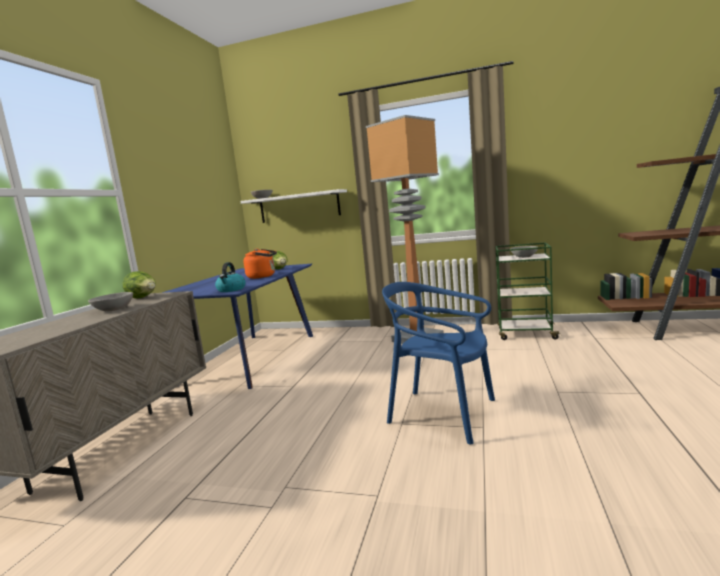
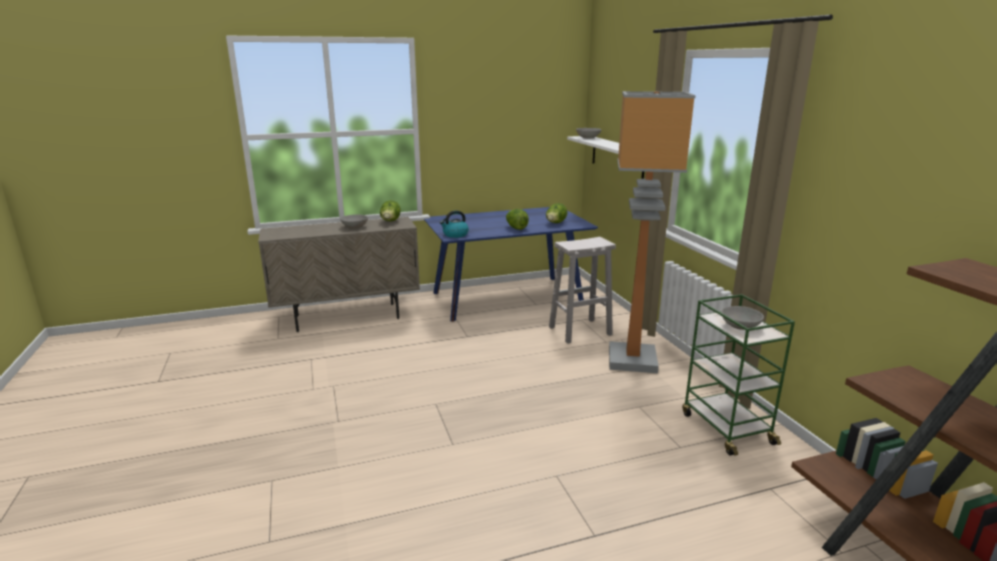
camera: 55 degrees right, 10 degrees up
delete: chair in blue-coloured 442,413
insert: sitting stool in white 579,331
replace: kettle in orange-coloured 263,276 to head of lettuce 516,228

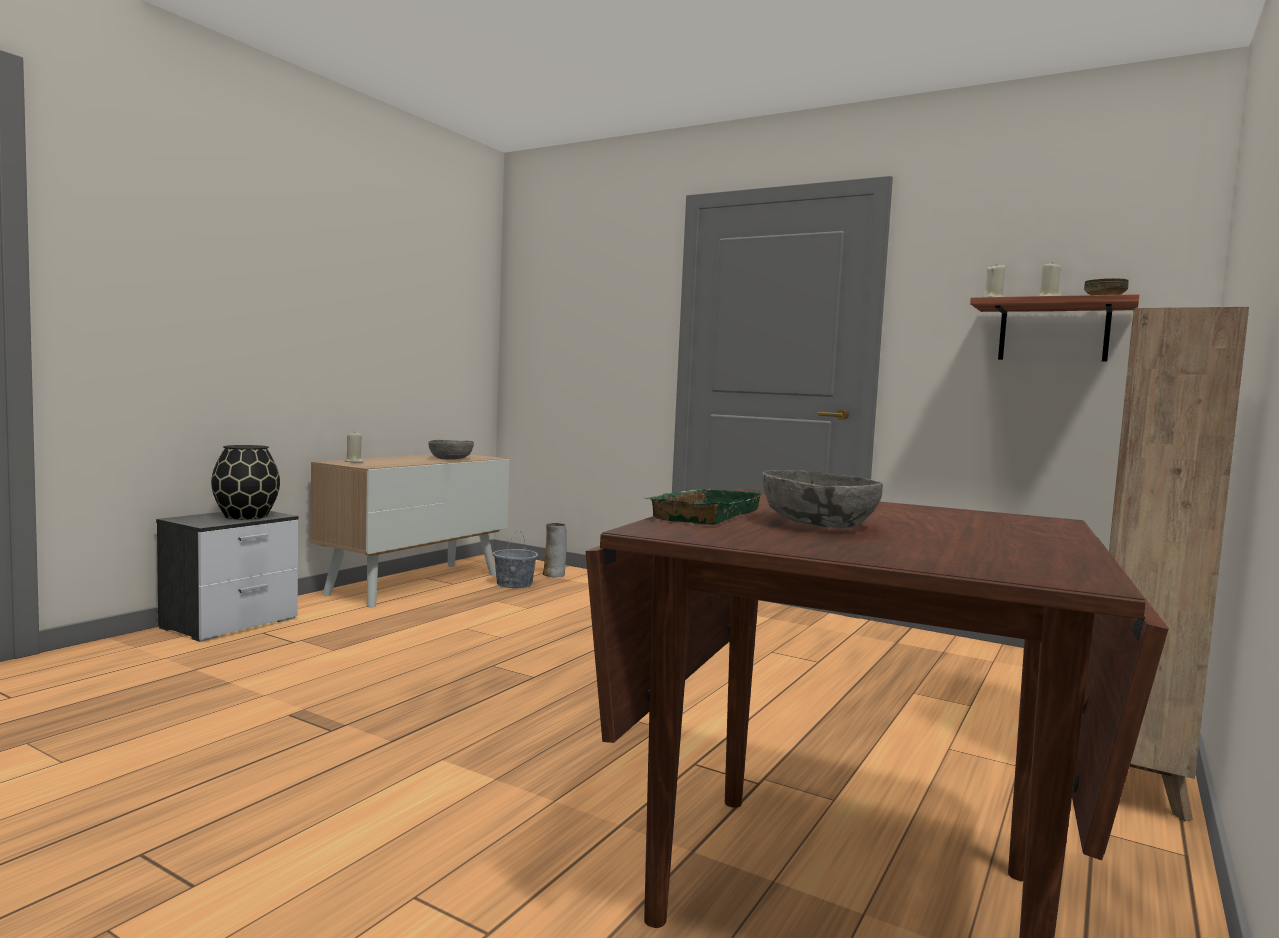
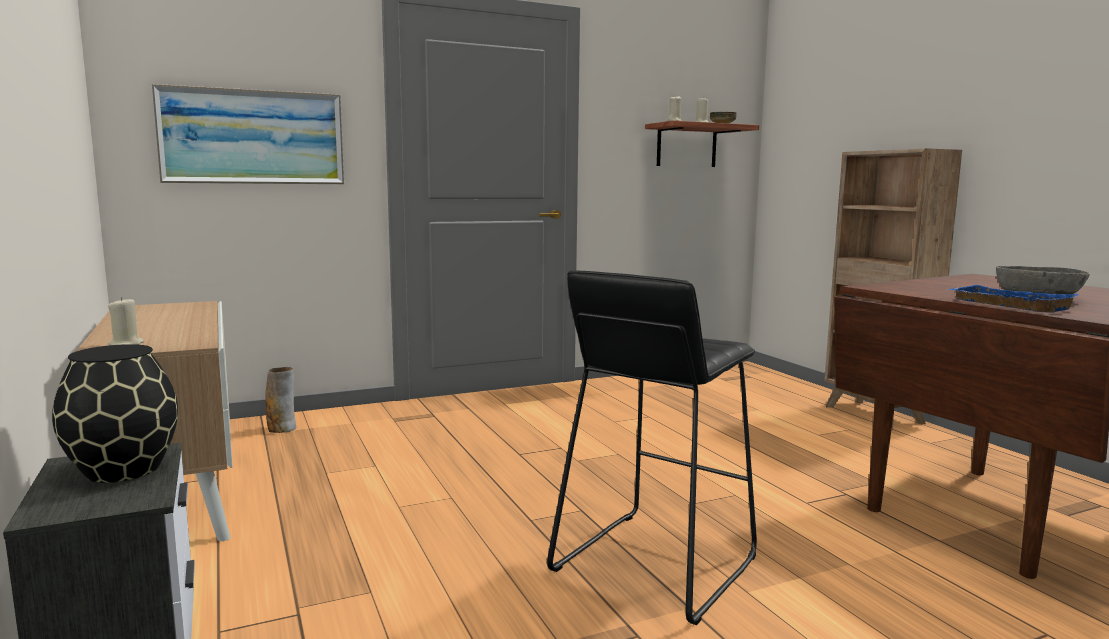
camera: 55 degrees left, 5 degrees up
delete: serving bowl in greyish 450,459; pail in greyish 514,584
insert: wall picture 253,137; sitting stool in black 653,563
recolor: serving tray in green-coloured 703,514 to serving tray in blue-coloured 1006,305

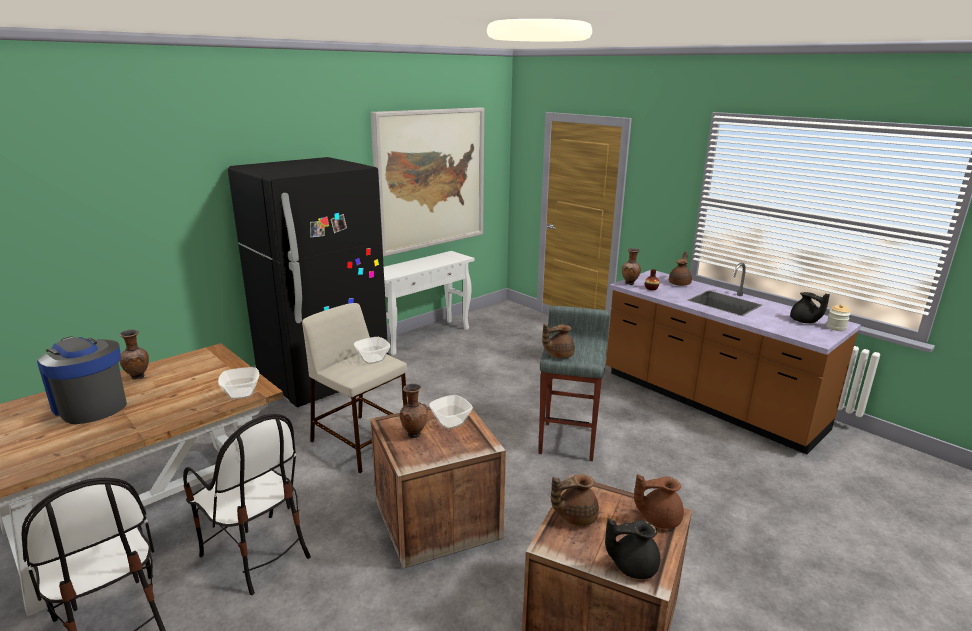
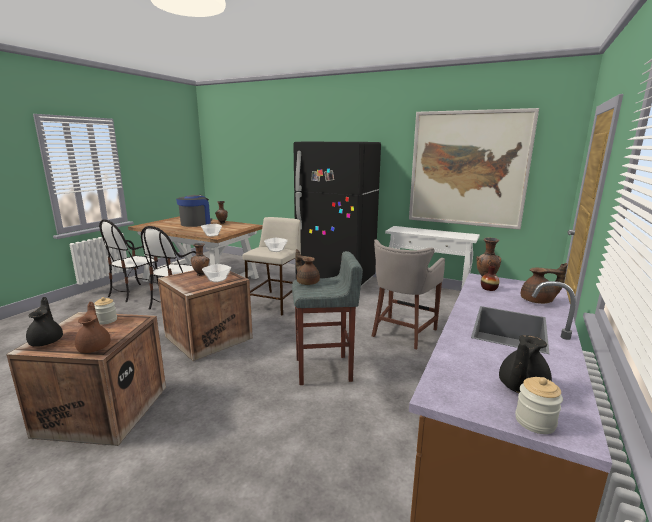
camera: 70 degrees right, 5 degrees down
insert: sitting stool in greyish 402,333
replace: teapot in brown-coloured 574,516 to jar 107,320

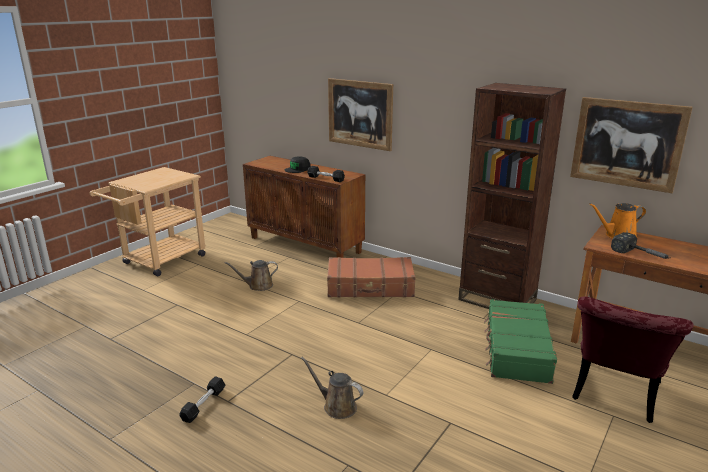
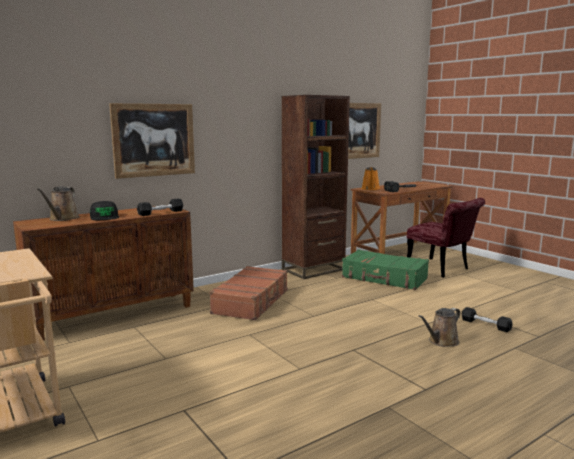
camera: 70 degrees left, 10 degrees down
move: sprinkling can in brown-coloured 258,286 to 62,218; hand weight in black 203,405 to 485,325

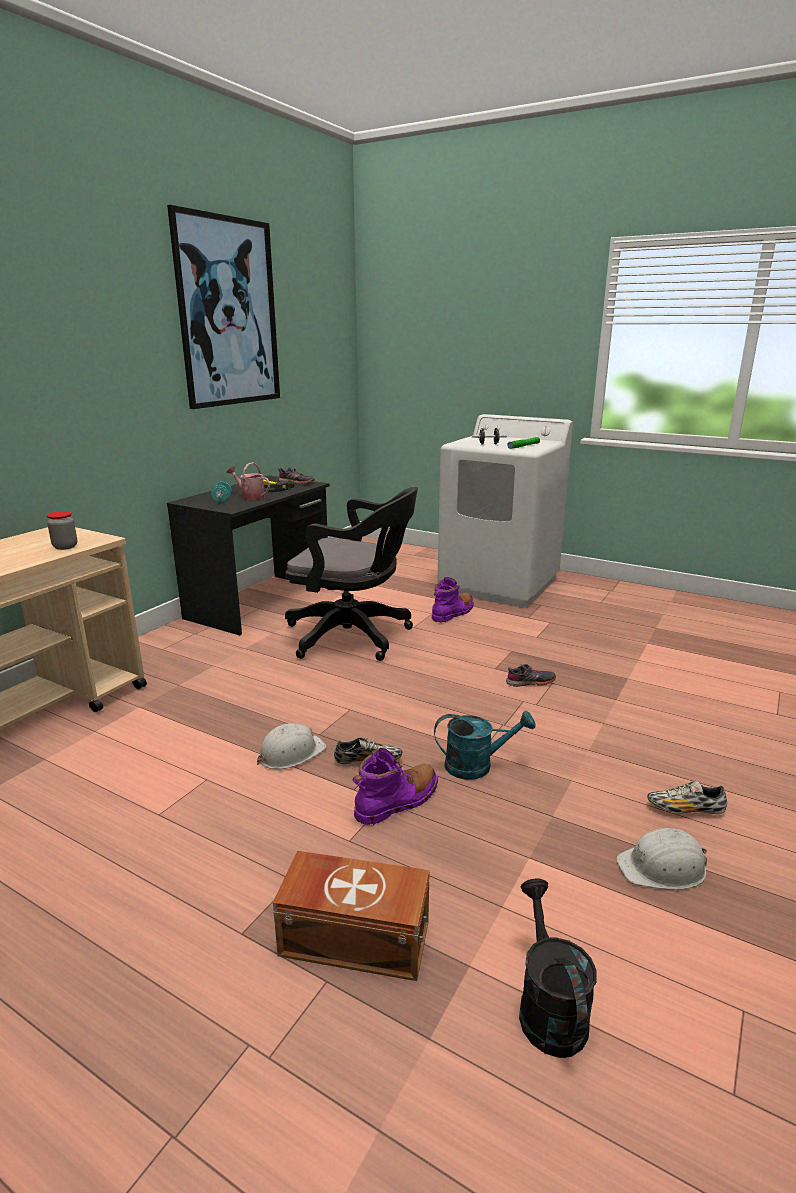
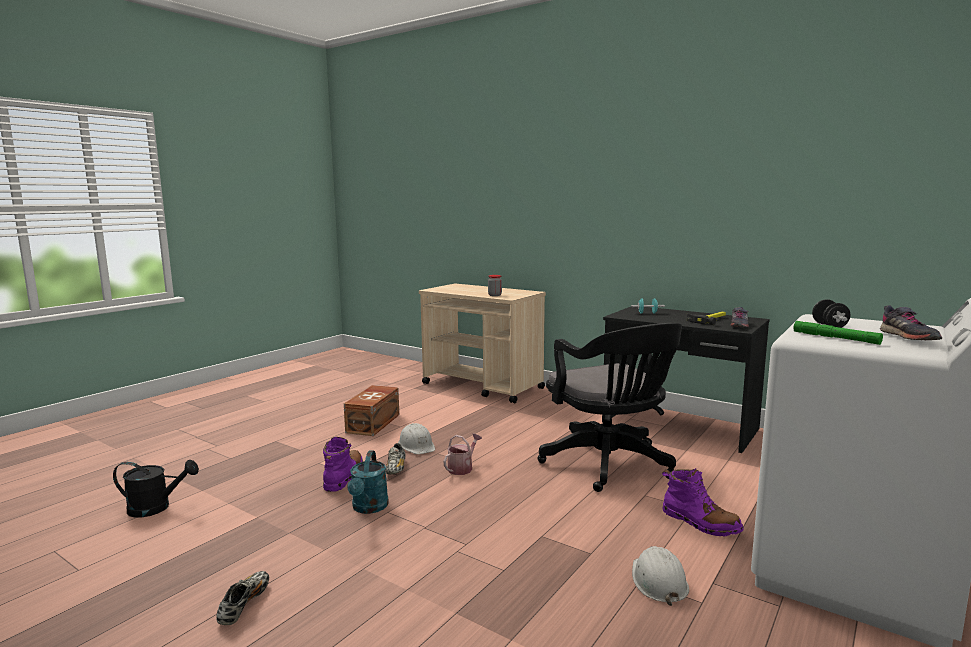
camera: 95 degrees right, 10 degrees down
delete: wall picture 228,313
move: storage bin in brown-coloured 353,936 to 374,423; sprinkling can 250,496 to 462,468; hard hat in white 663,868 to 658,581; low shoe in greyish 530,682 to 908,337
rotate: tall boot in purplish 397,802 = 344,477 135 degrees counterclockwise; computer chair in black 354,636 = 610,465 45 degrees counterclockwise

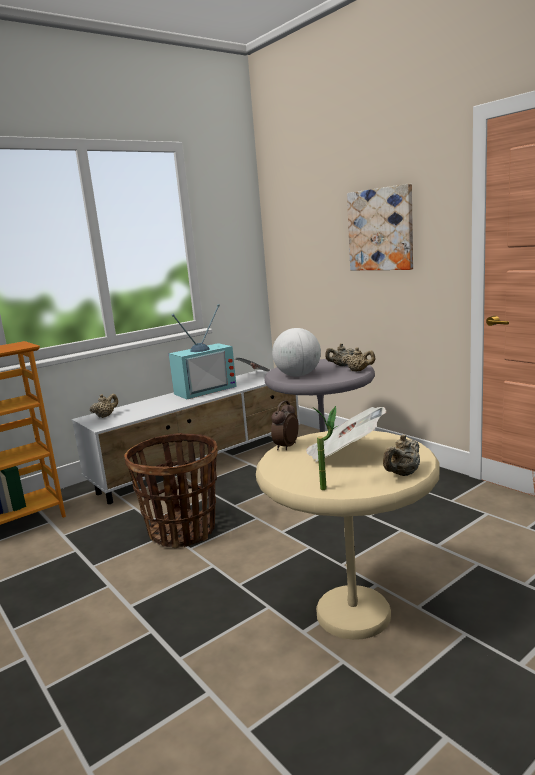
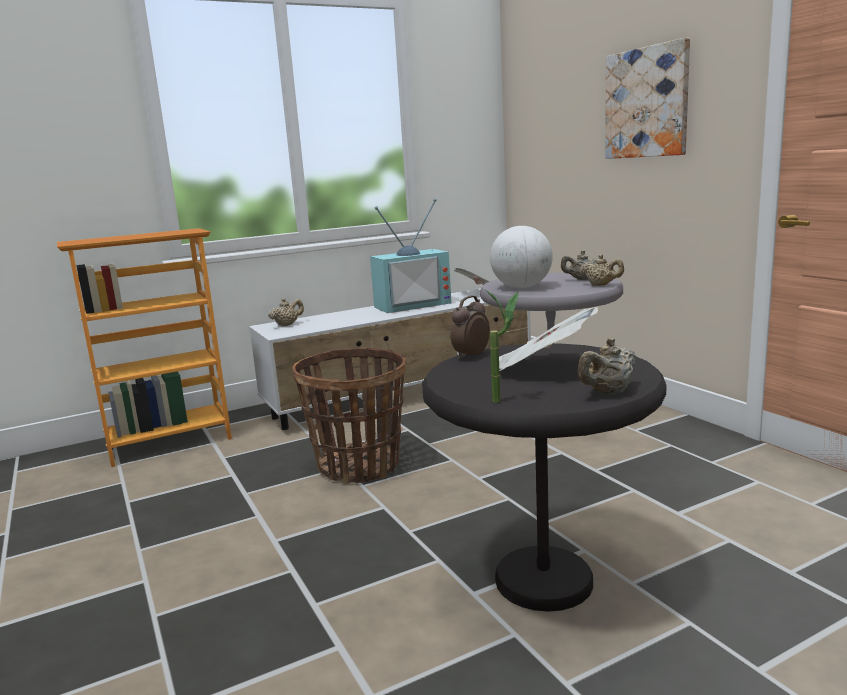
camera: 10 degrees right, 0 degrees up
recolor: accent table in sand-coloured 353,614 to accent table in black 543,580

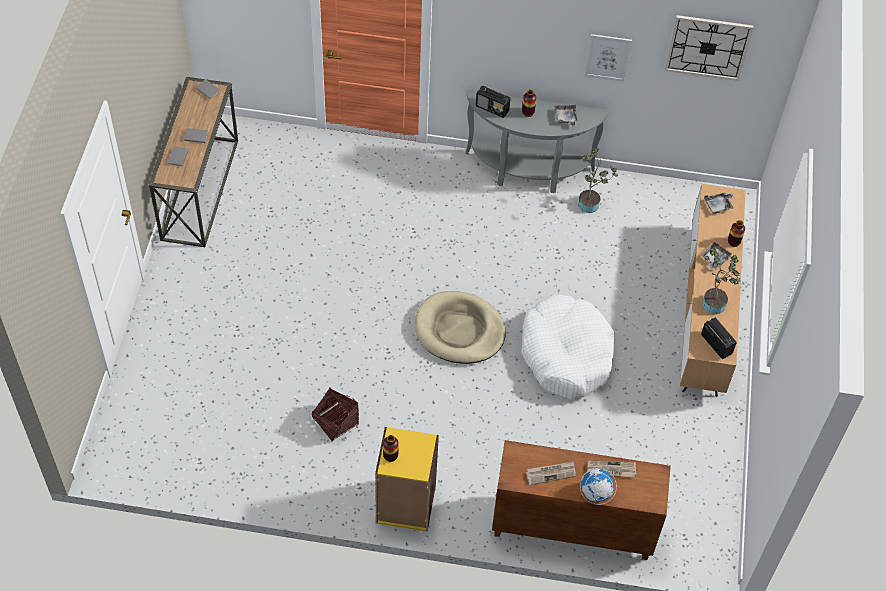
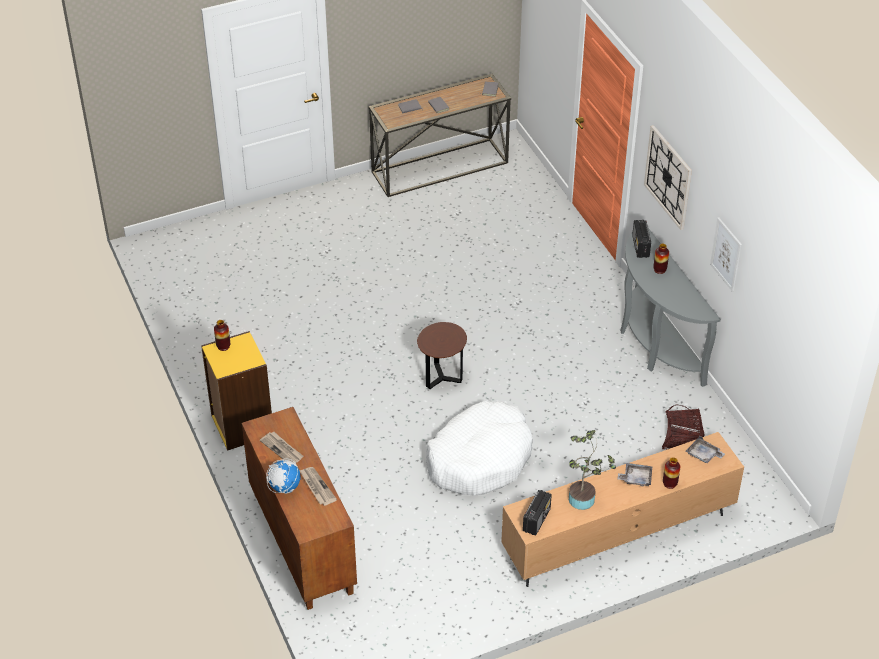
camera: 60 degrees right, 10 degrees down
delete: serving tray in greyish 565,118; houseplant 591,204
move: hanging clock 708,47 to 668,177; storage basket 335,422 to 681,441
replace: dog bed in sand-coloured 459,330 to accent table in brown-coloured 441,378

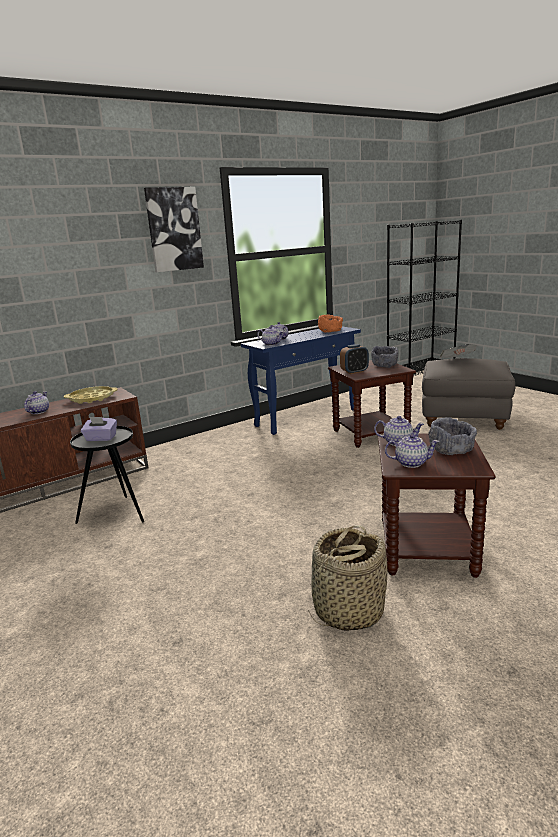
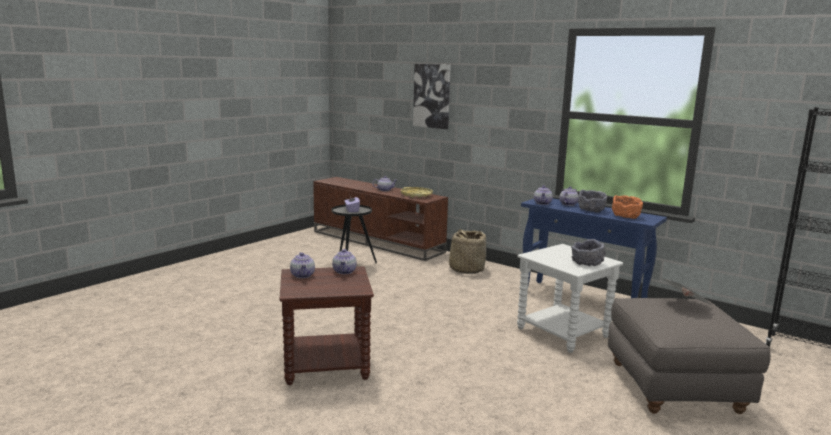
camera: 70 degrees right, 5 degrees down
delete: alarm clock 354,372
move: wall picture 174,229 to 432,96; storage basket 348,610 to 466,269; serving bowl in greyish 451,450 to 591,210
recolor: accent table in brown-coloured 370,433 to accent table in white 563,333

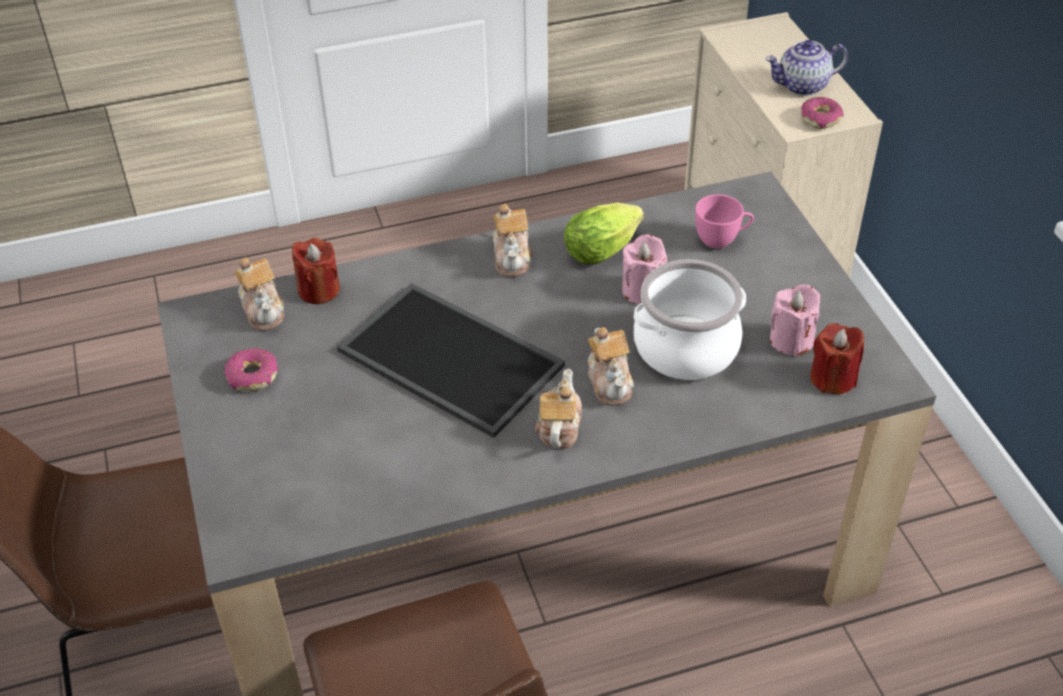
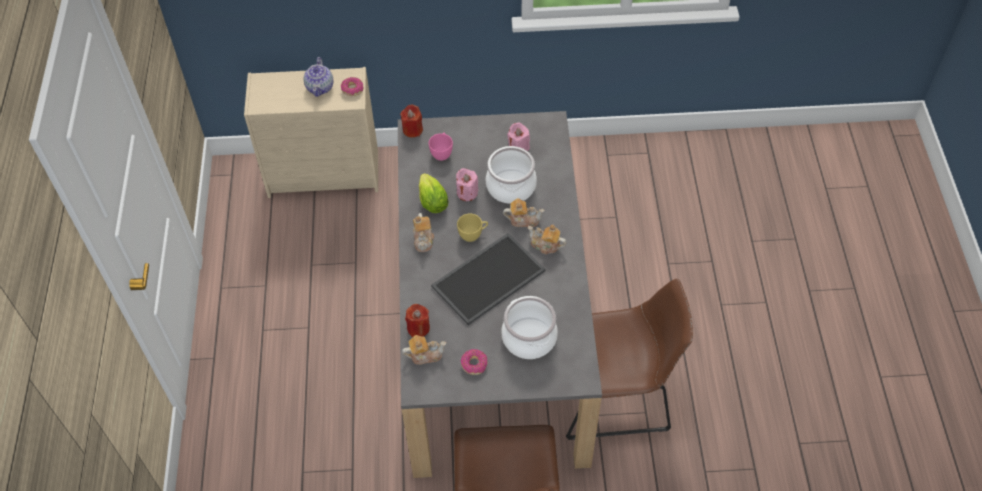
camera: 75 degrees left, 10 degrees up
insert: small cup in yellowish 473,235; stockpot 528,338
move: wax light in reddish 832,378 to 412,130
rotate: teapot 512,257 = 423,239 75 degrees clockwise

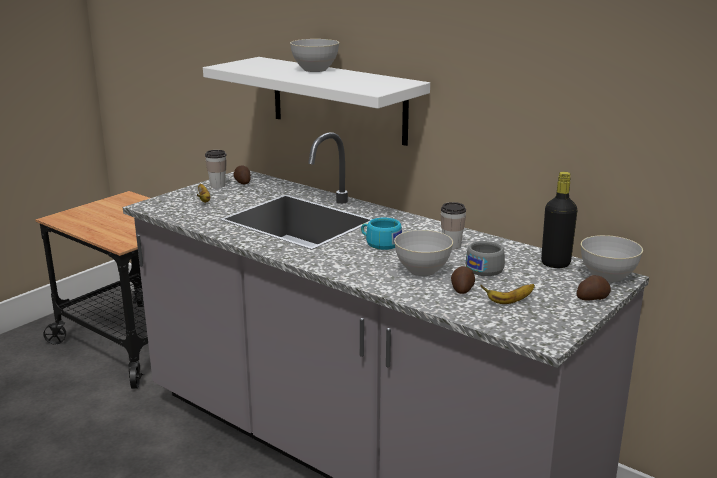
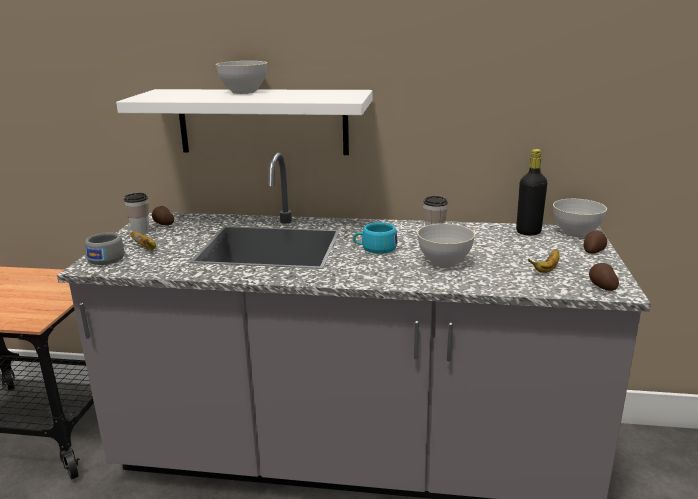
camera: 30 degrees left, 0 degrees up
move: small cup in greyish 487,269 to 109,258; potato 462,289 to 601,286

